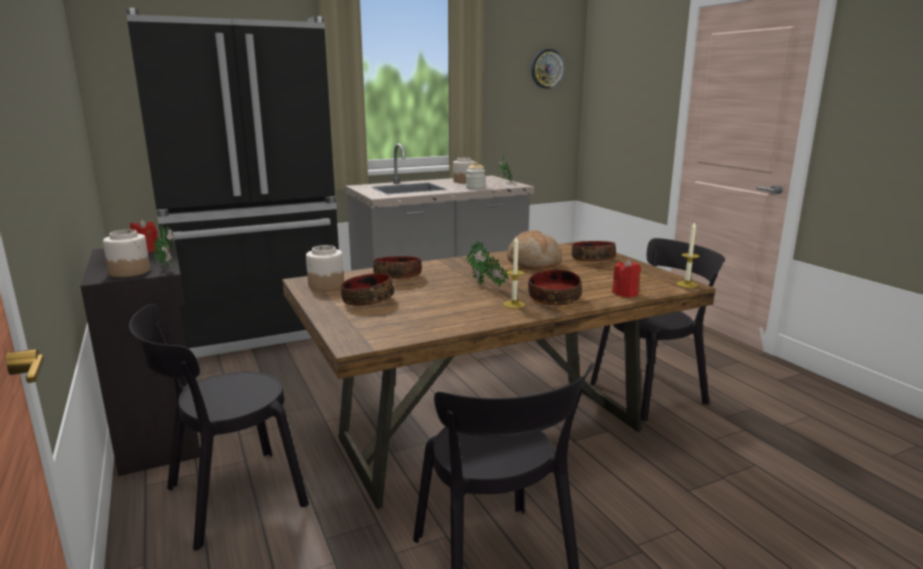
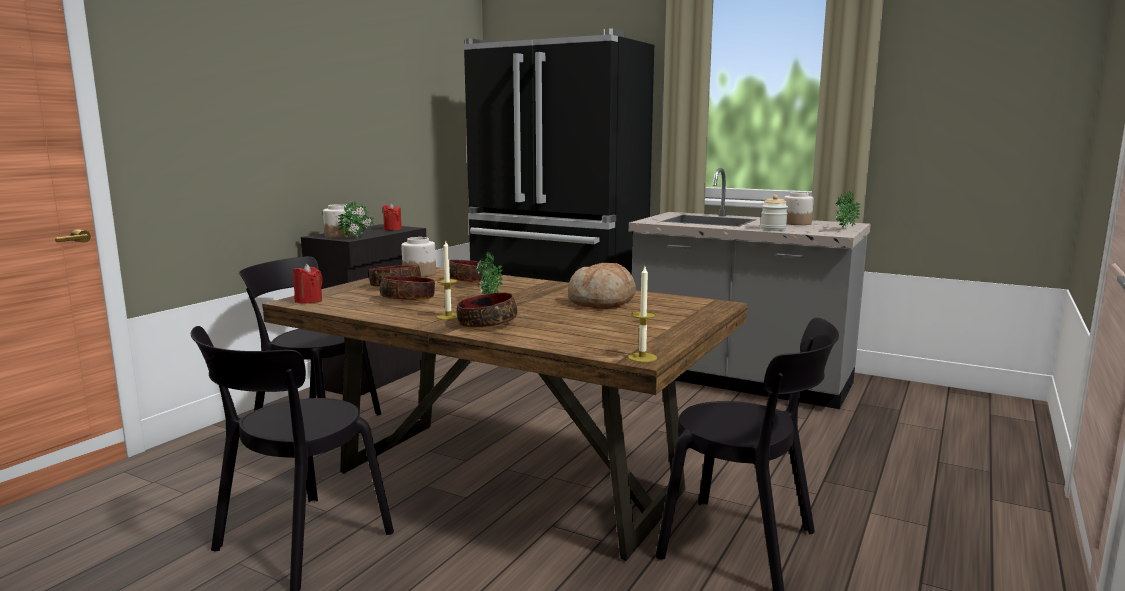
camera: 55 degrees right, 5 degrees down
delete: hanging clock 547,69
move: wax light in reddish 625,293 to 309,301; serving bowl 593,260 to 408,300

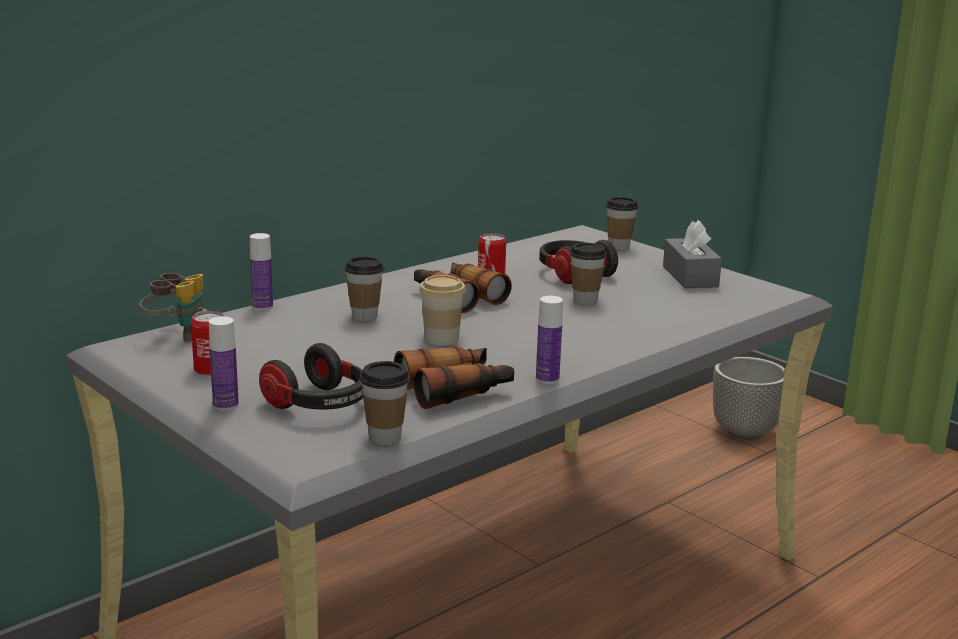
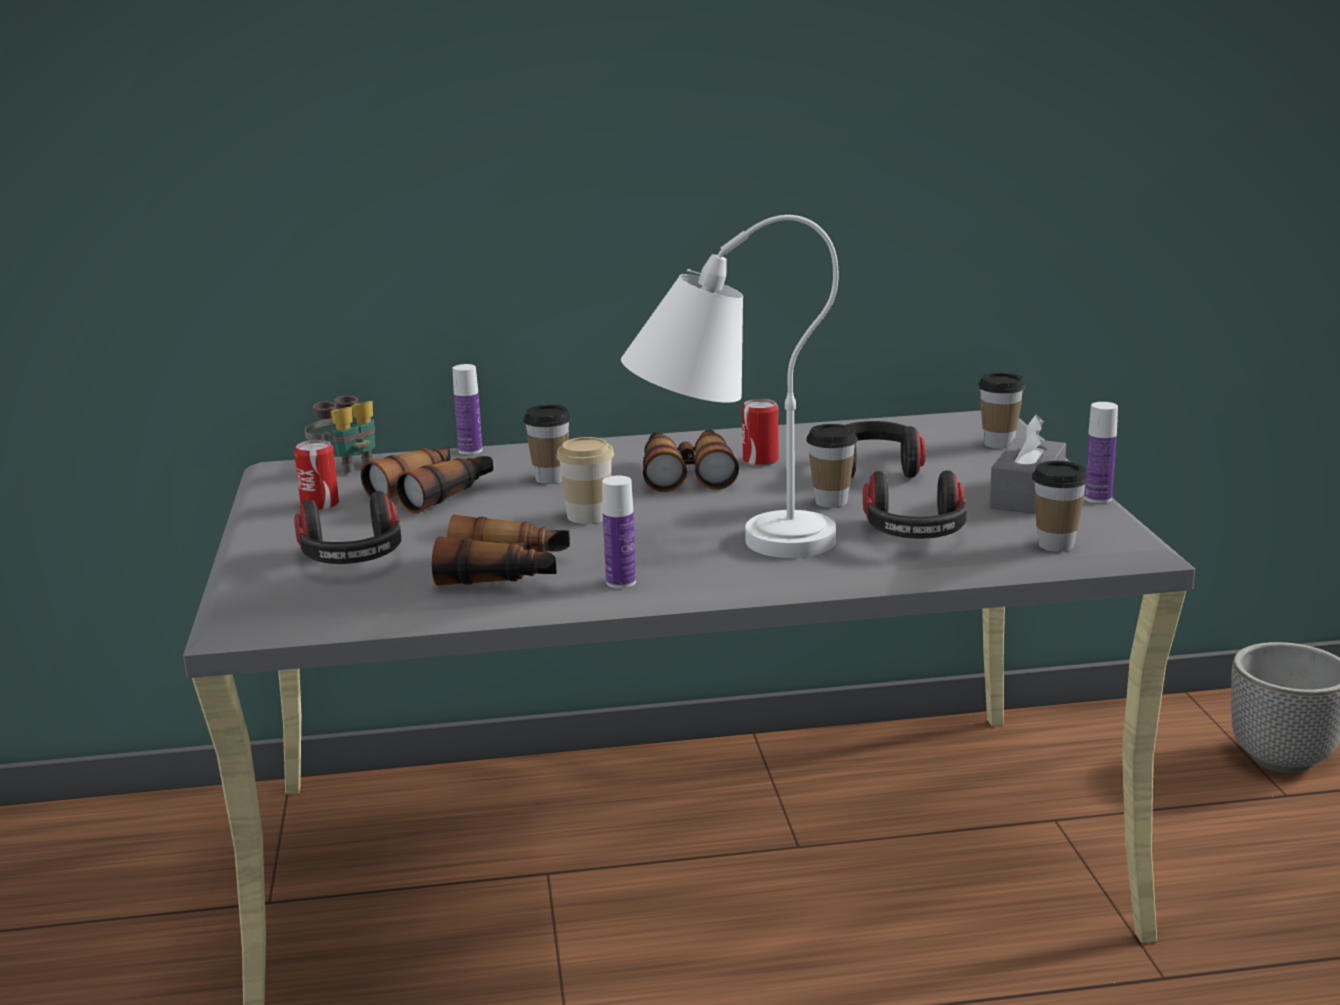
camera: 35 degrees right, 0 degrees up
insert: binoculars 434,492; table lamp in white 727,543; pair of headphones 915,535
move: small cup 385,438 to 1056,545; drink bottle 225,405 to 1097,498

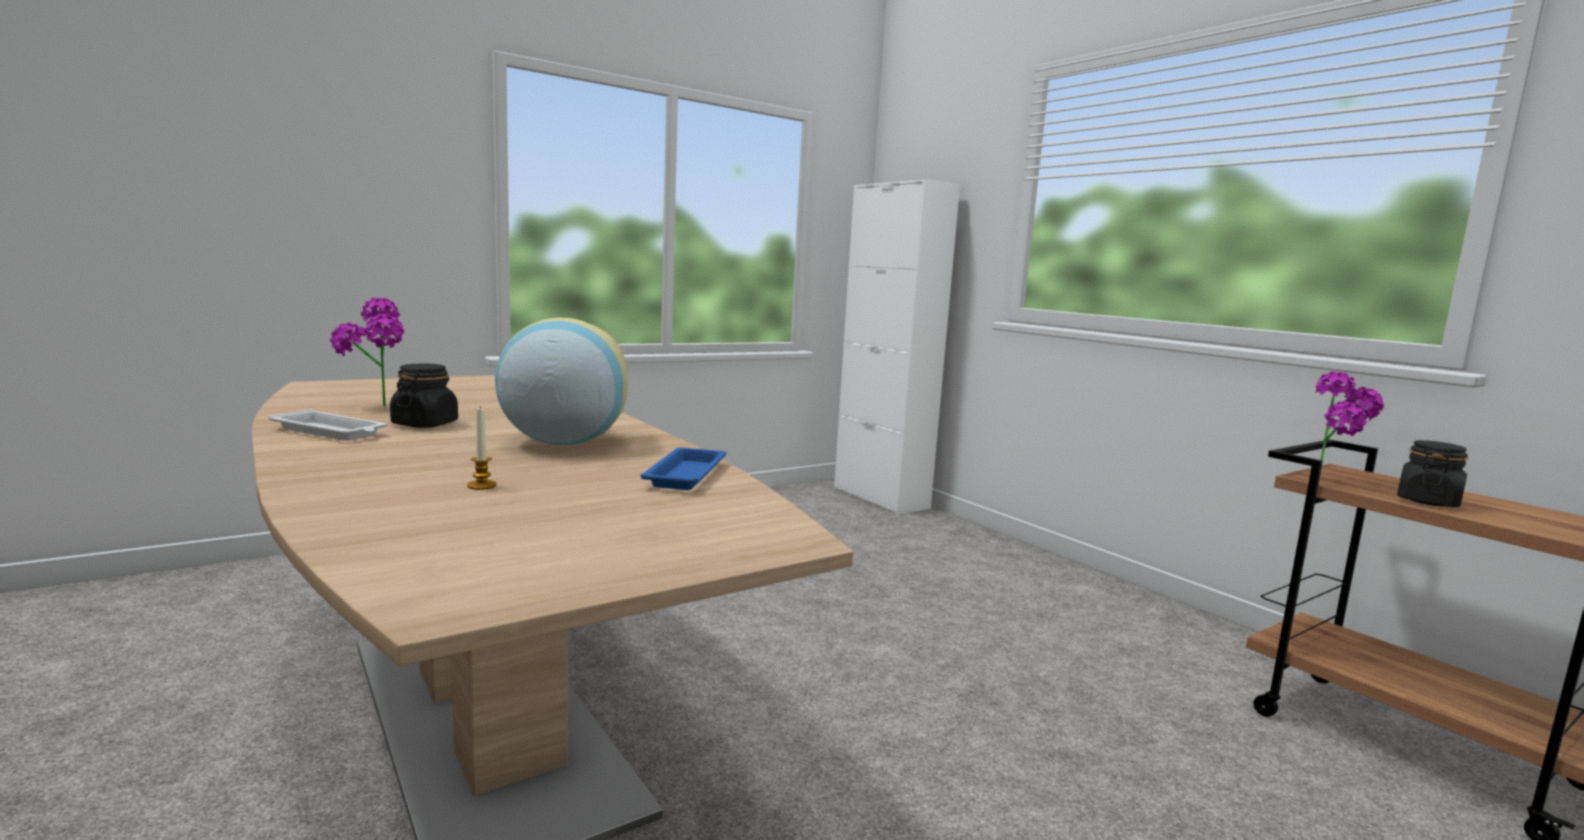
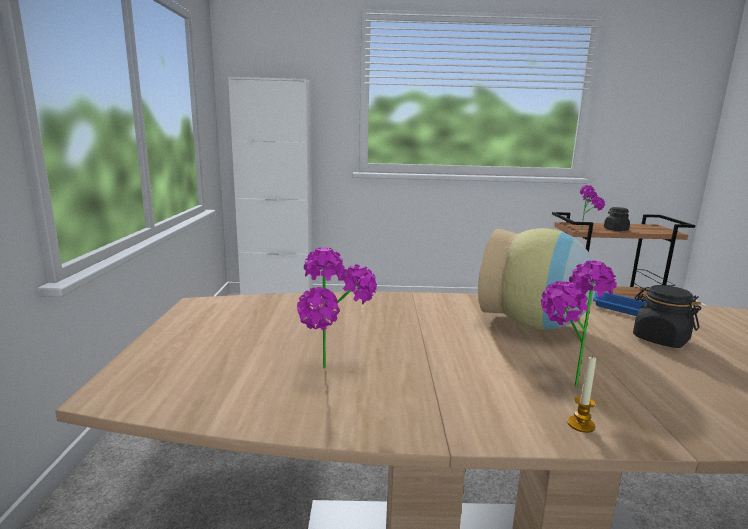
camera: 55 degrees left, 5 degrees up
delete: serving tray in white 330,432
insert: houseplant 558,384
move: wax light 482,486 to 581,425; jar in black 425,424 to 660,339

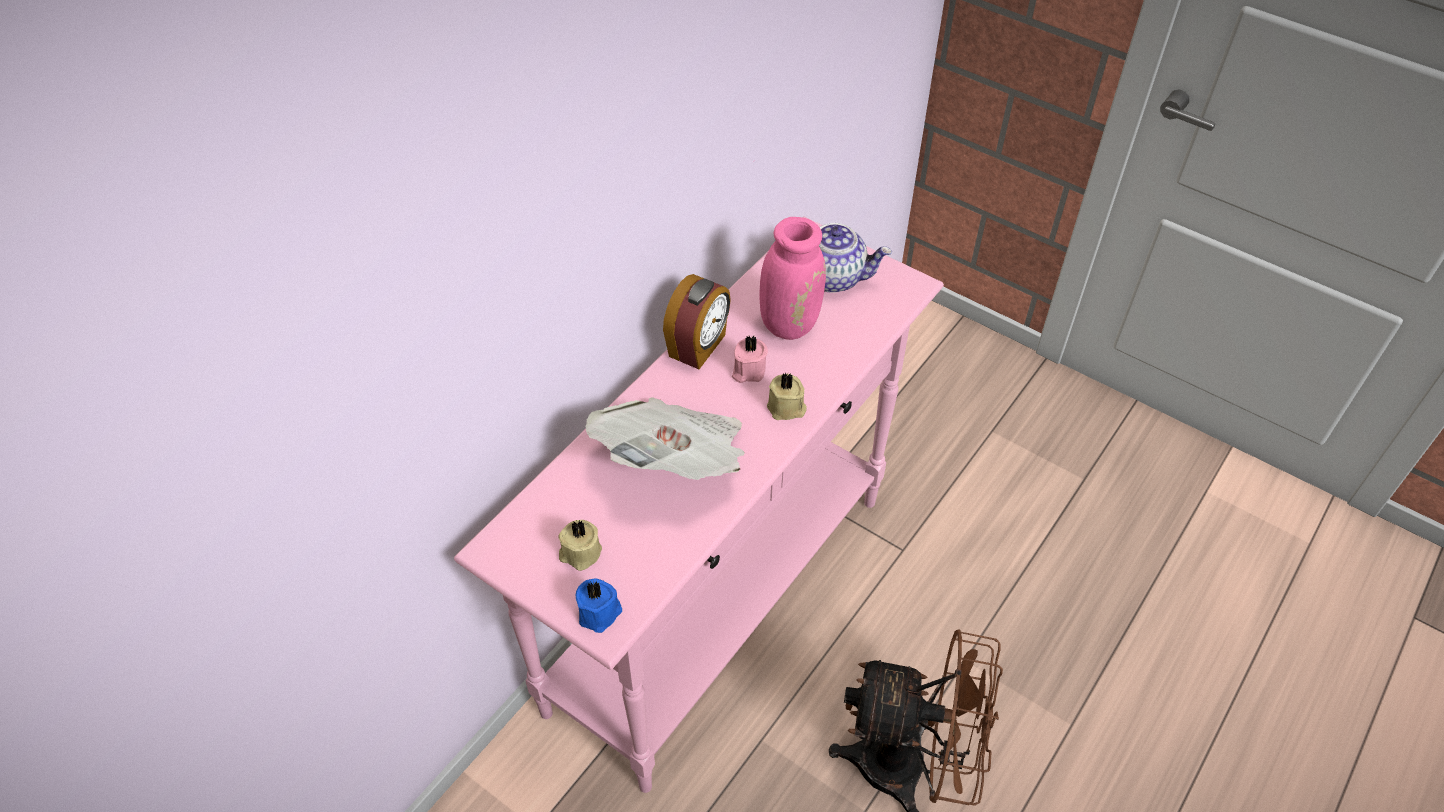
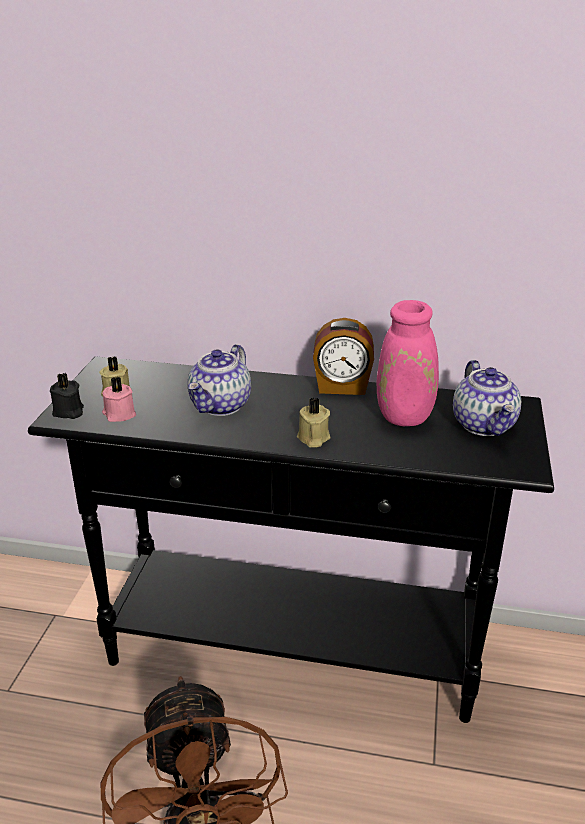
camera: 65 degrees right, 20 degrees down
move: wax light in pink 748,371 to 119,414
replace: newspaper 675,462 to teapot 221,406
recolor: narrow table in pink 720,601 to narrow table in black 294,649; wax light in blue-coloured 600,614 to wax light in black 68,412

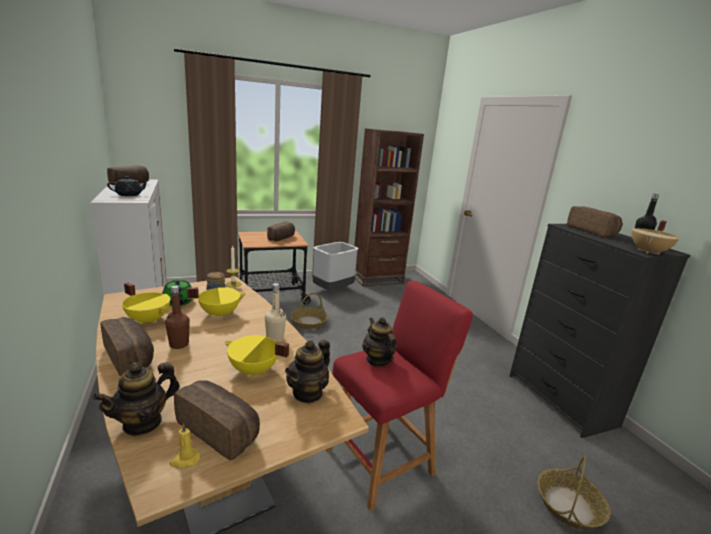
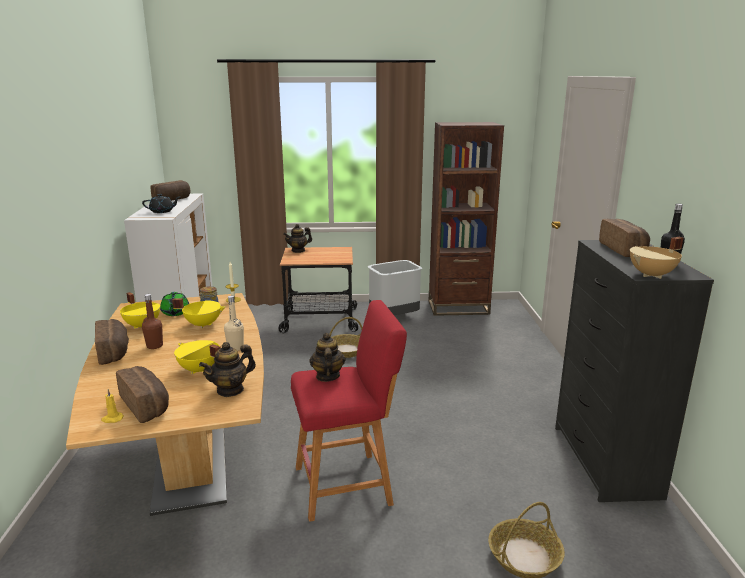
camera: 20 degrees right, 0 degrees up
delete: bakery bread 282,238
move: teapot 142,422 to 298,250

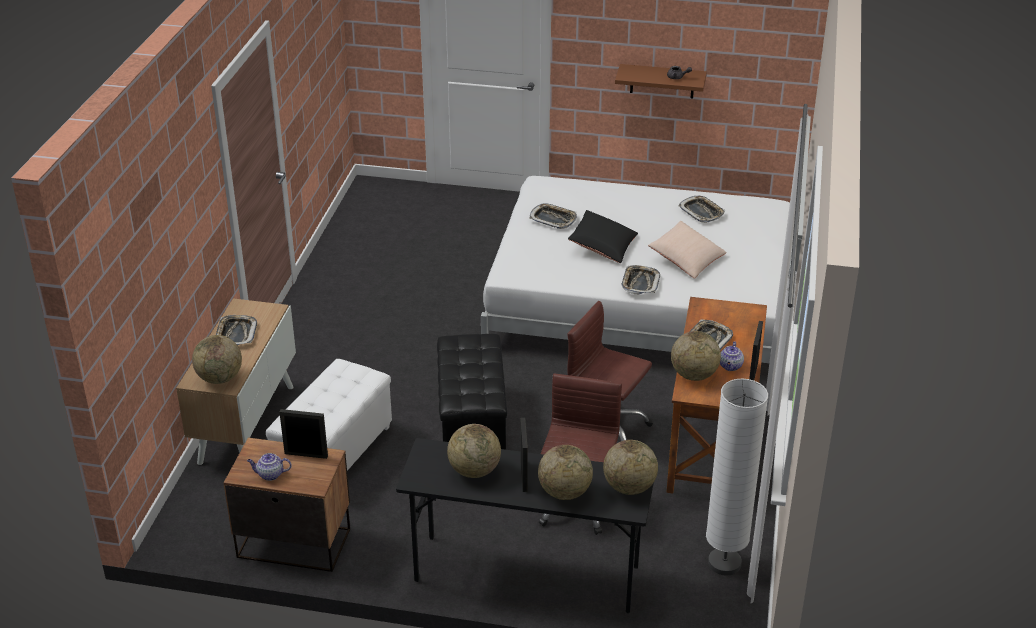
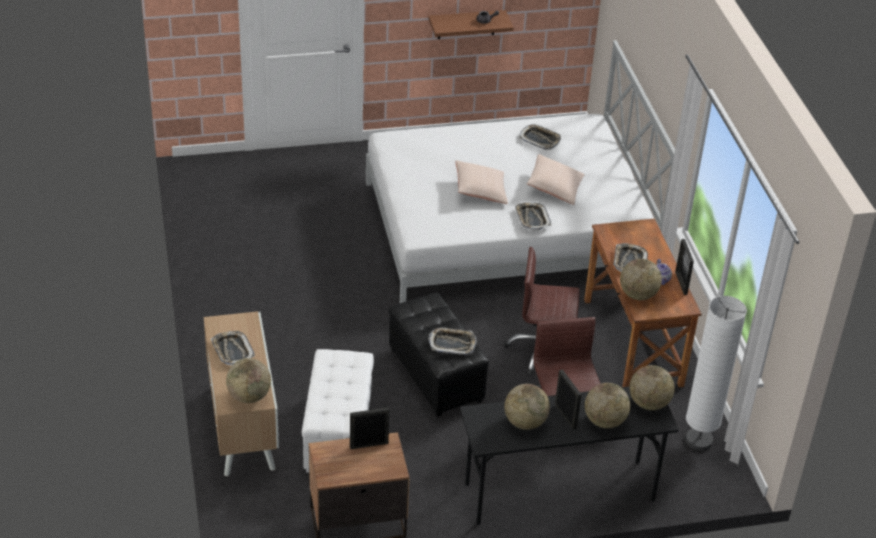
camera: 25 degrees left, 5 degrees up
delete: teapot 270,475
move: serving tray 553,219 to 452,344
recolor: throw pillow in black 602,246 to throw pillow in sand-coloured 480,190

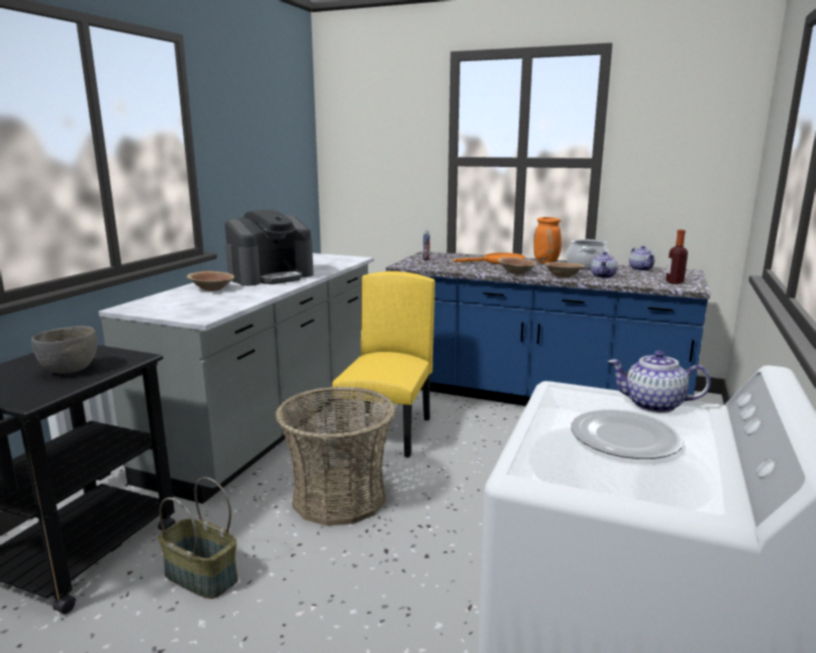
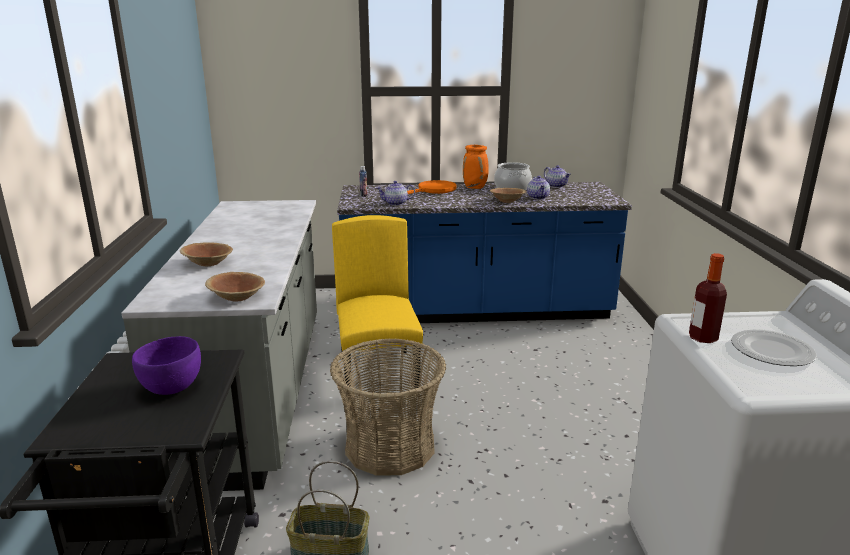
camera: 25 degrees left, 5 degrees up
delete: coffee maker 271,276
move: serving bowl in brown-coloured 516,273 to 237,297; teapot 653,405 to 395,203; drink bottle 674,282 to 703,338
recolor: serving bowl in greyish 70,370 to serving bowl in purplish 172,388

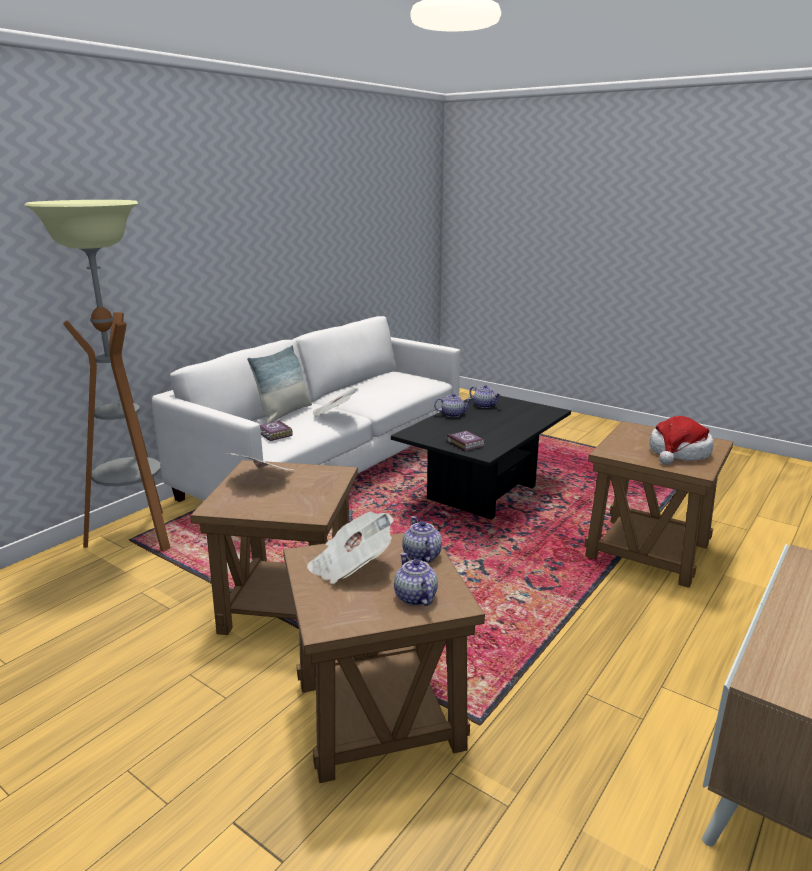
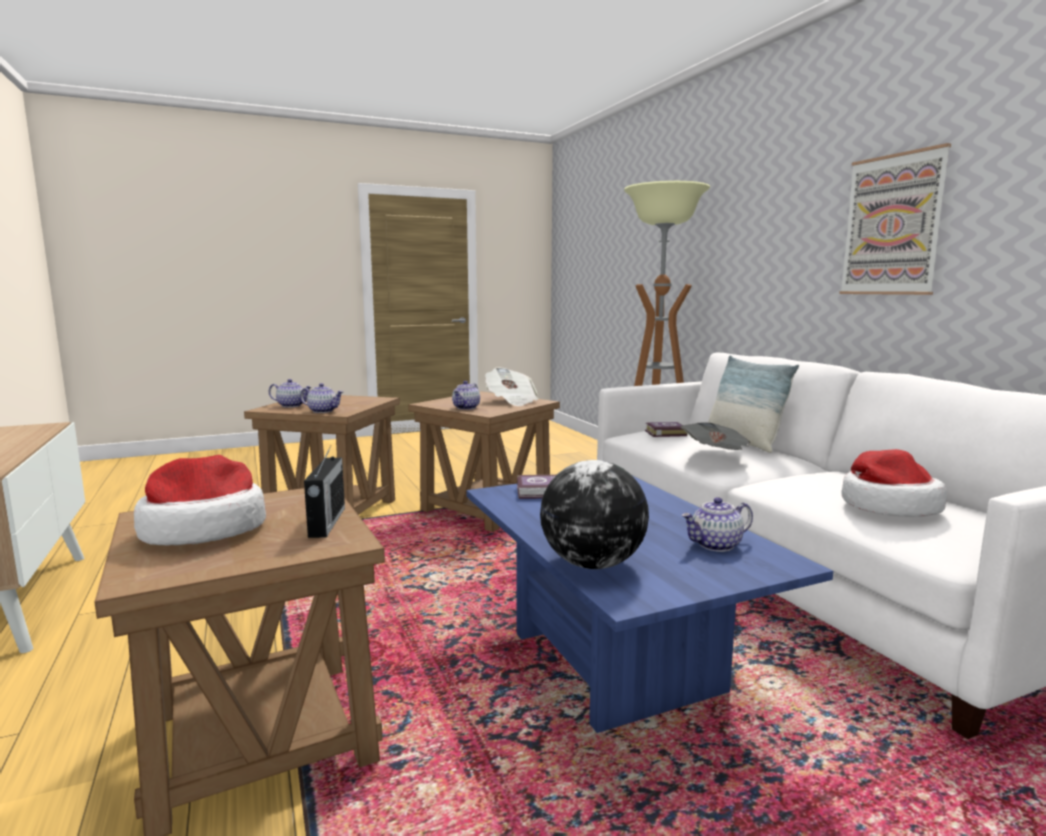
camera: 120 degrees right, 10 degrees down
delete: newspaper 350,566
insert: radio set 326,522; desk globe 592,564; wall picture 892,225; clothing hat 887,506
move: teapot 453,414 to 466,408
recolor: lounge table in black 482,493 to lounge table in blue-coloured 614,662

